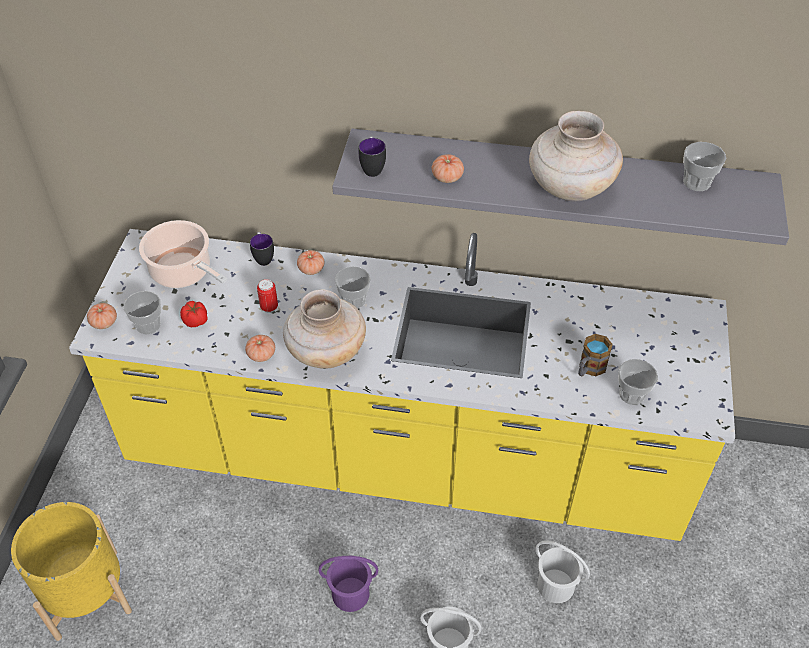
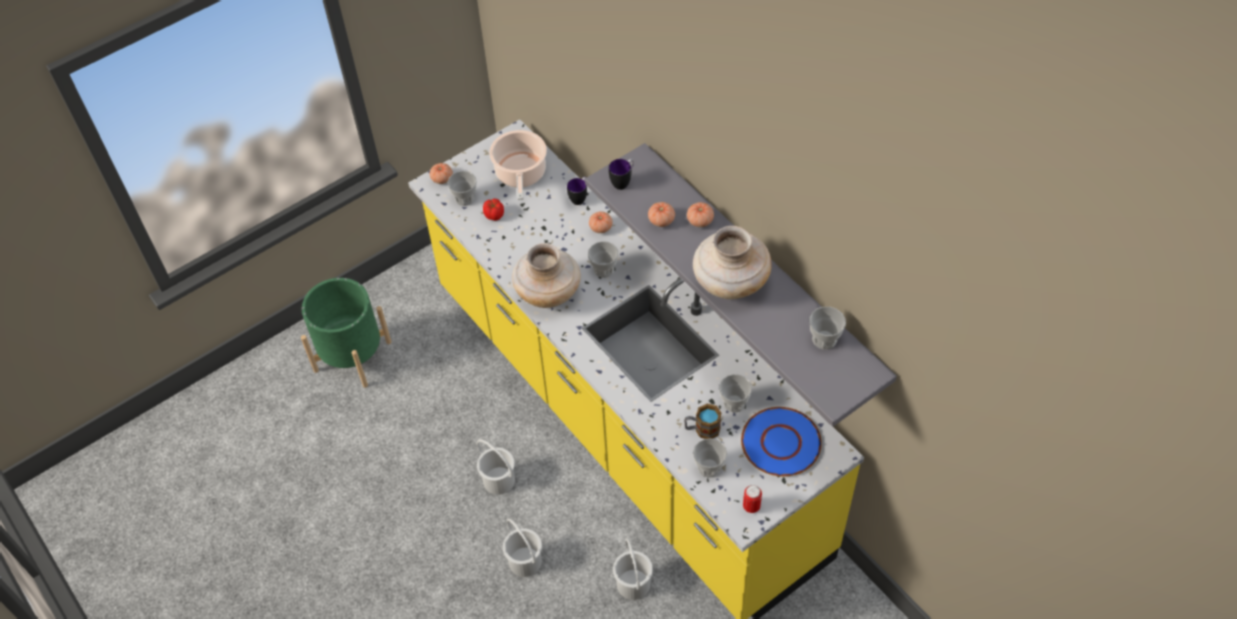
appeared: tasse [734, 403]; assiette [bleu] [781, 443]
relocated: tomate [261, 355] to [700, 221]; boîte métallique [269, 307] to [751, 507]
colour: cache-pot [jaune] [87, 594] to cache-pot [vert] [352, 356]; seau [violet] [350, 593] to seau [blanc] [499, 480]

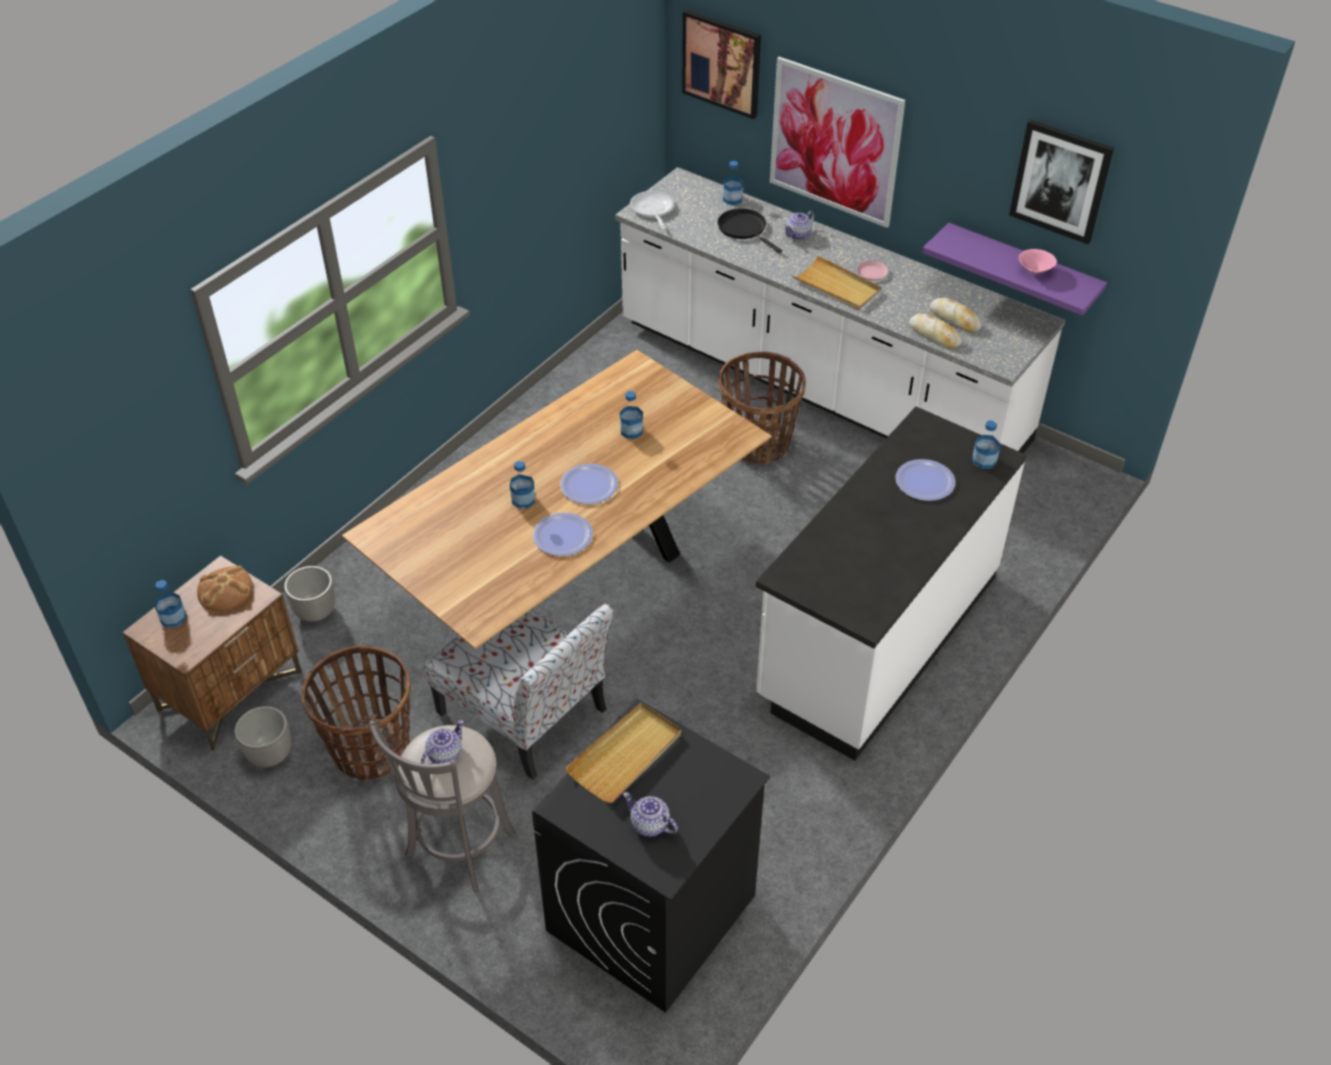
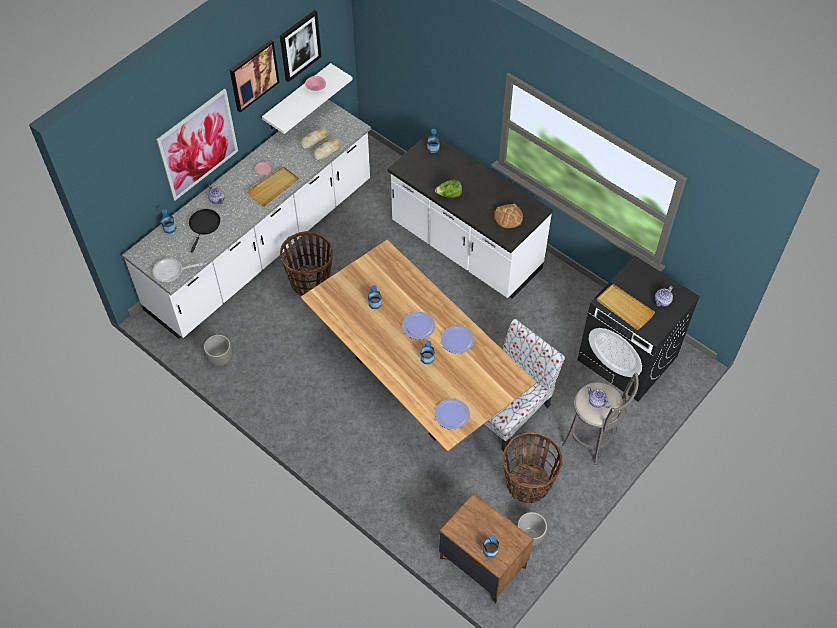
appeared: laitue [449, 195]
relocated: cache-pot [315, 612] to [220, 359]; tableau [722, 63] to [253, 75]; assiette [925, 481] to [452, 414]; pain [225, 590] to [508, 217]
colour: étagère [violet] [1022, 269] to étagère [blanc] [297, 98]
spun: poêle [noir] [744, 229] = [204, 225] 135 degrees clockwise

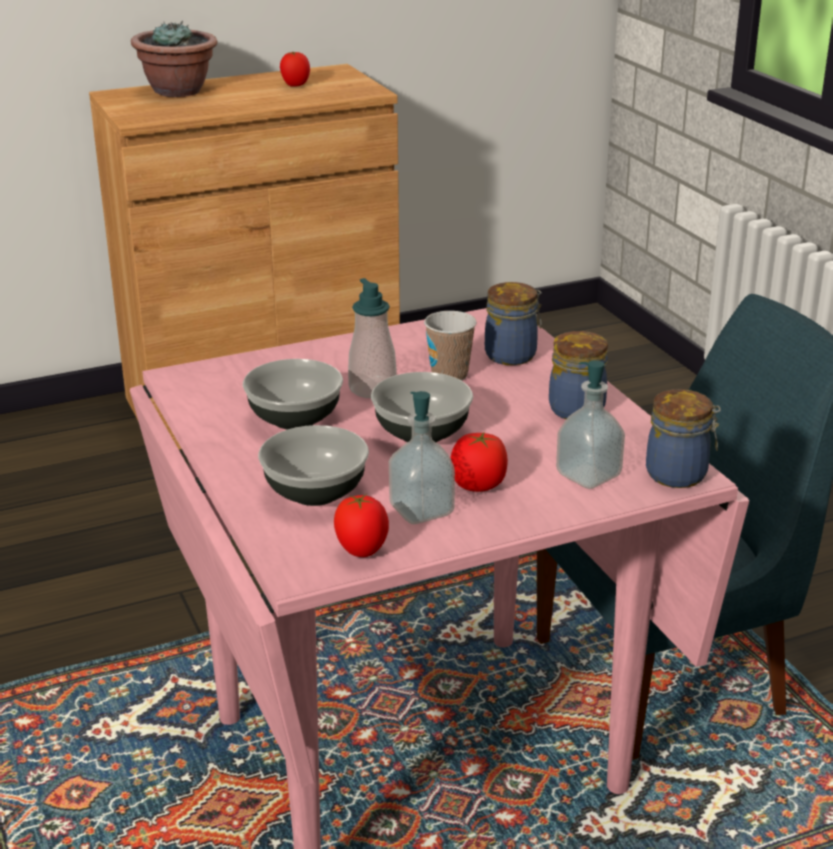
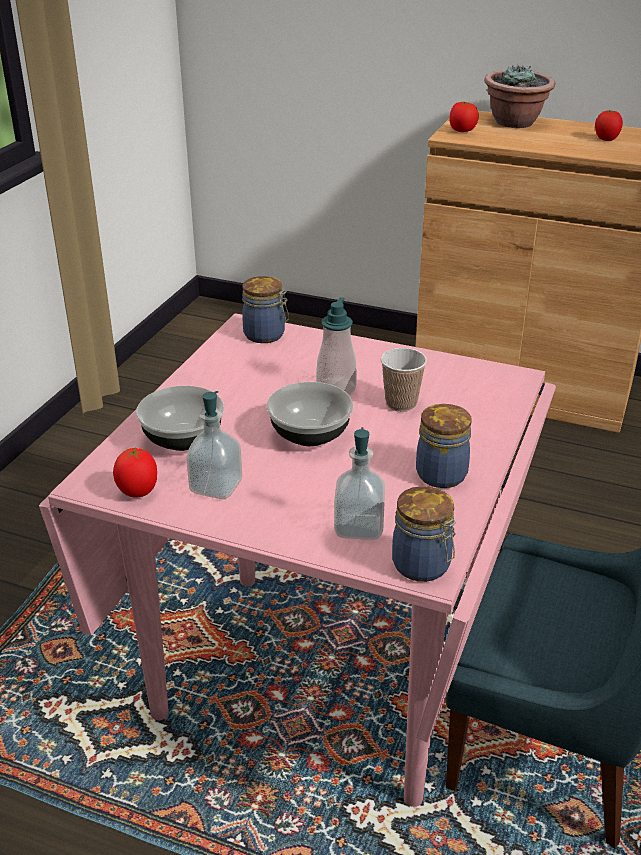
missing: bol [294, 419]
relocated: bocal [512, 355] to [266, 335]; tomate [478, 486] to [462, 131]

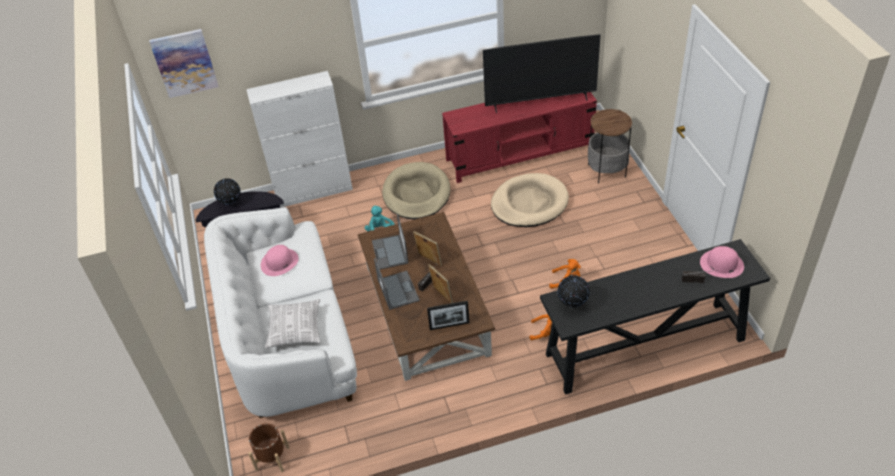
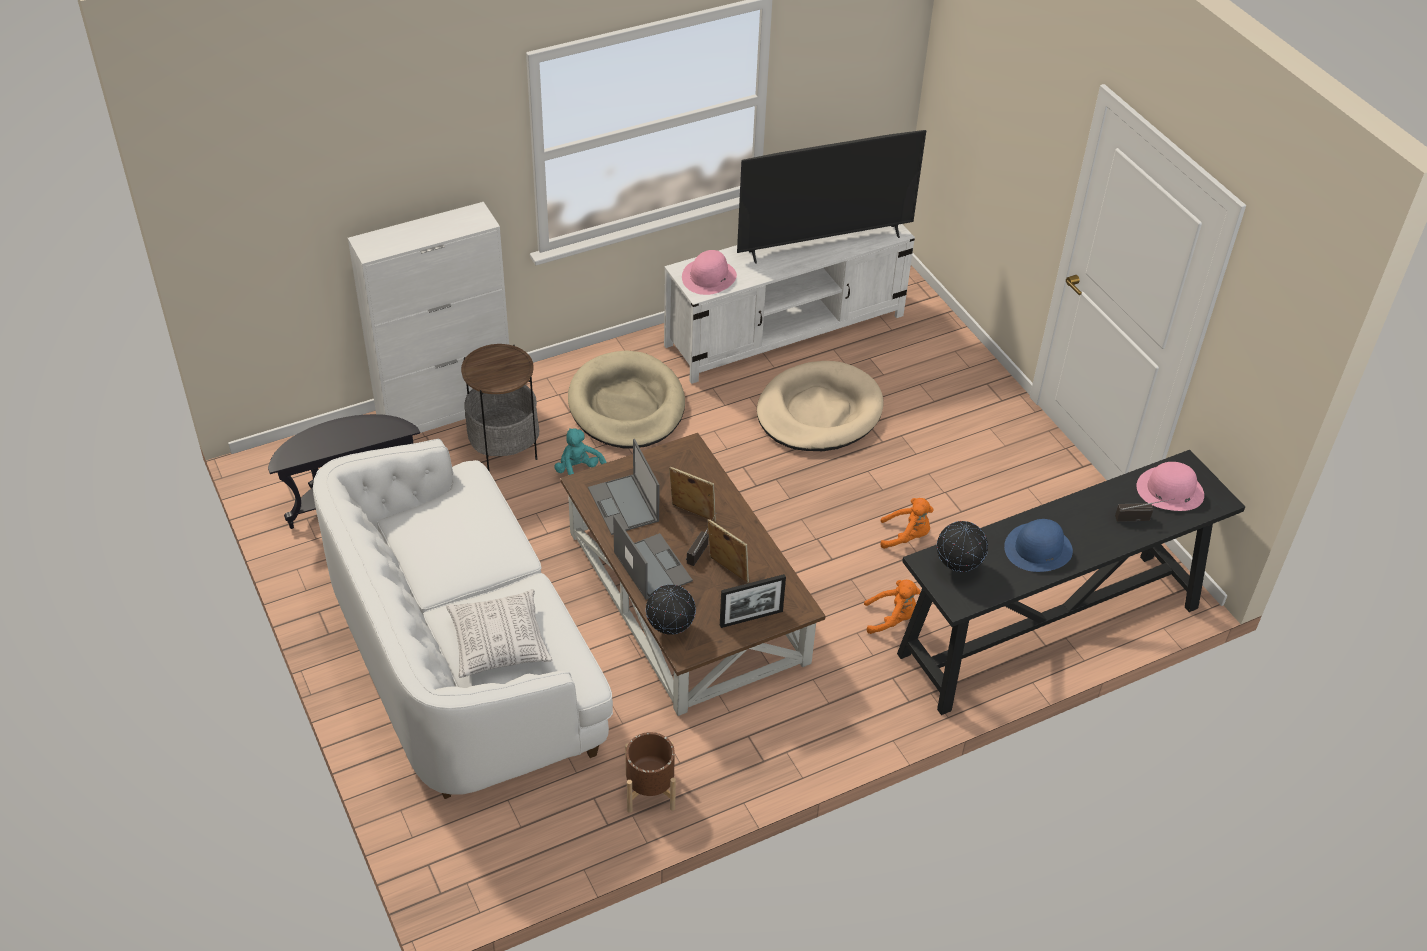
missing: tableau [184, 63]
appeared: chapeau [bleu] [1038, 548]
relocated: table d'appoint [606, 170] to [504, 449]; cache-pot [marron] [272, 458] to [650, 791]; globe [231, 203] to [670, 629]; chapeau [rose] [279, 262] to [709, 276]
colour: meuble télé [rouge] [520, 154] to meuble télé [blanc] [786, 330]

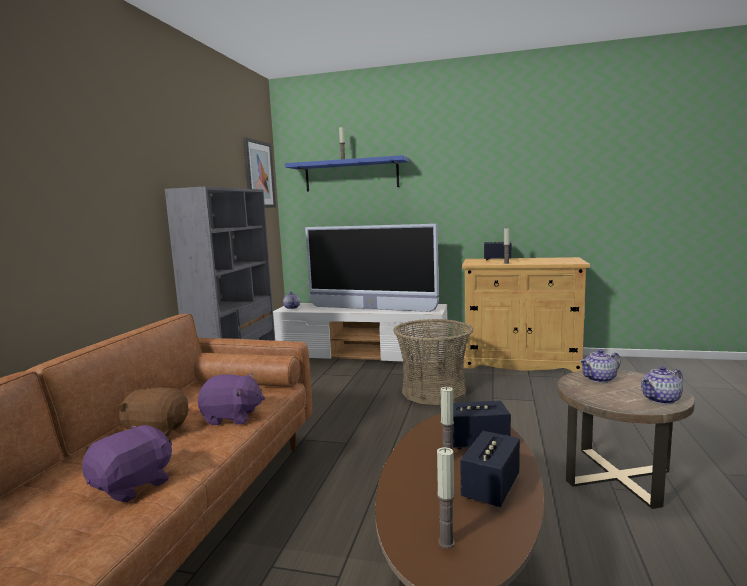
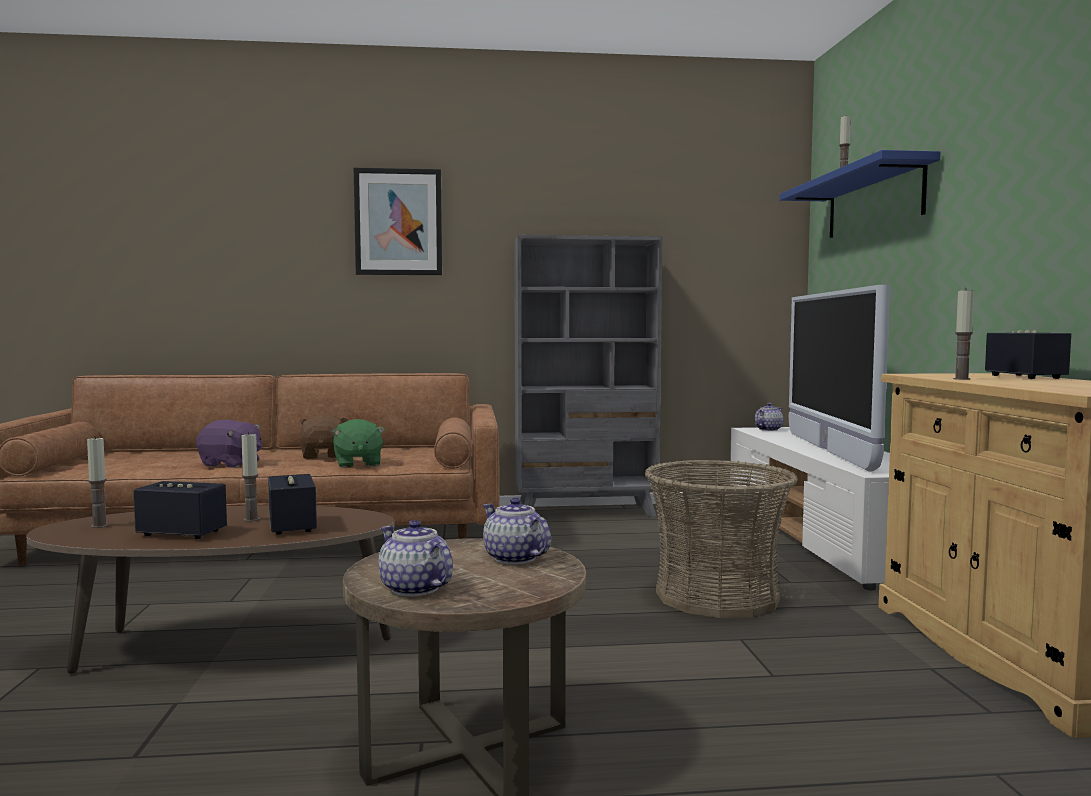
relocated: tableau [259, 174] to [398, 222]
colour: peluche [violet] [232, 417] to peluche [vert] [357, 464]

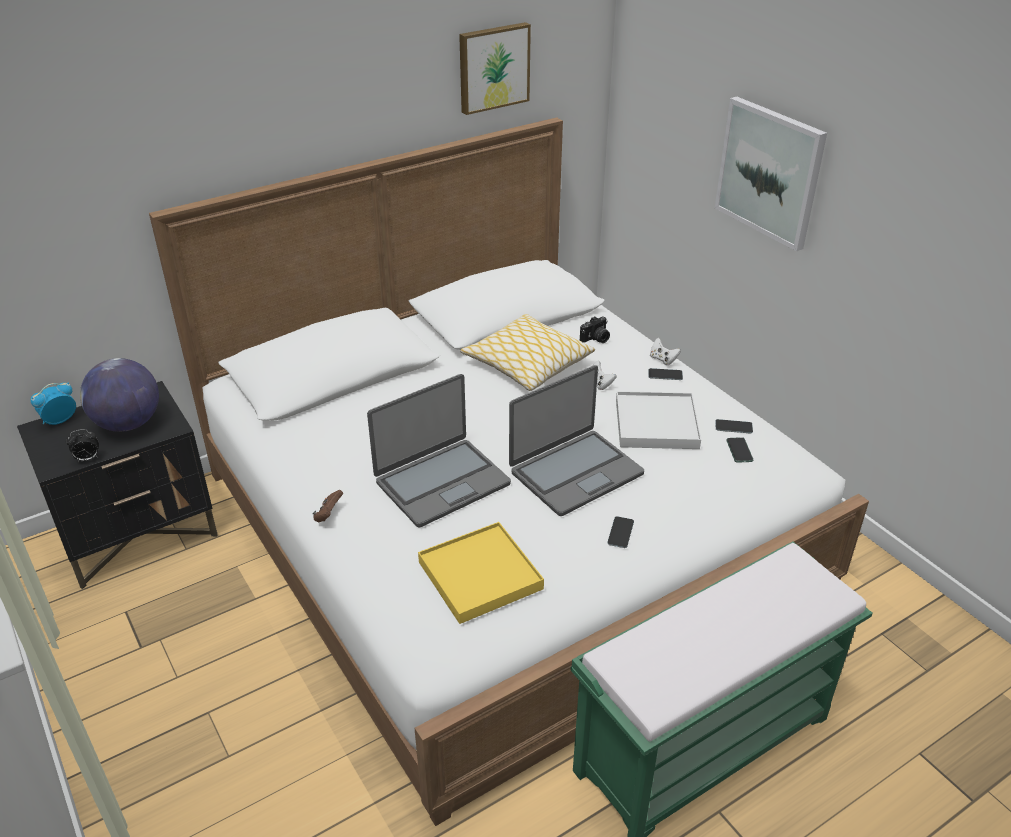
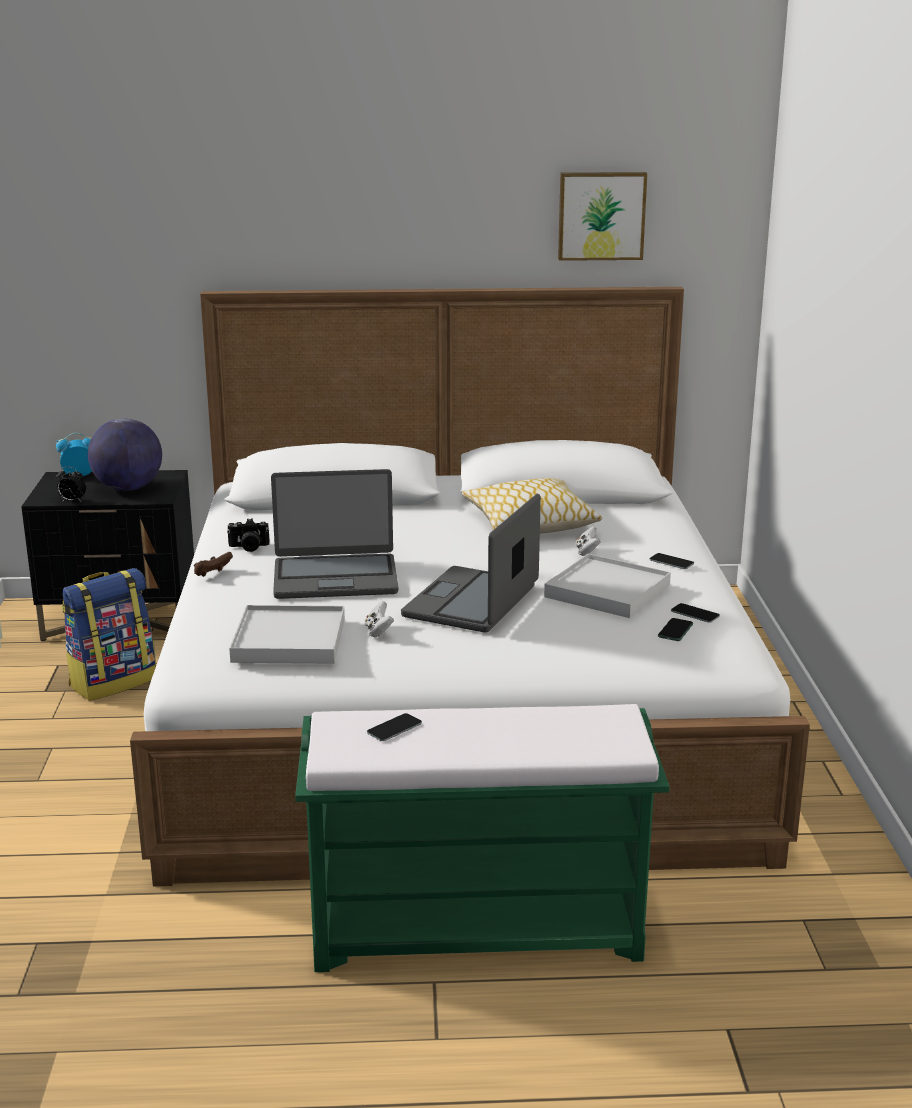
missing: tableau [770, 172]
appeared: sac à dos [113, 682]
relocated: appareil photo [596, 339] to [248, 547]; manette [blanc] [663, 359] to [378, 631]; téléphone [620, 532] to [394, 728]
colour: plateau [jaune] [480, 575] to plateau [blanc] [289, 640]
spun: ordinateur portable [575, 472] = [472, 602] 120 degrees clockwise

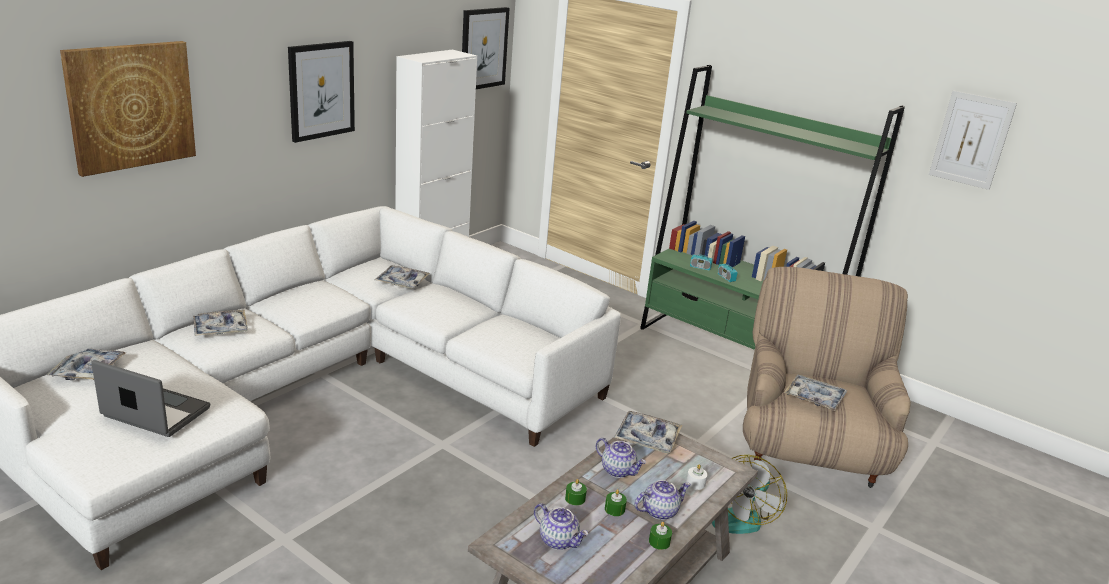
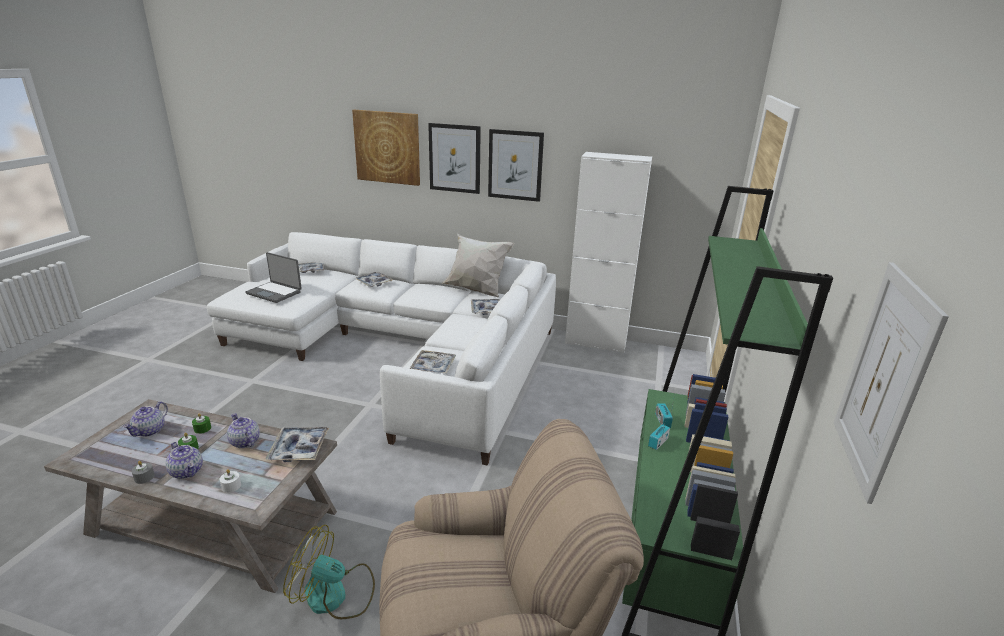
appeared: coussin [blanc] [476, 290]
relocated: plateau [814, 398] to [433, 366]; tableau [483, 48] to [455, 158]
colour: bougie [vert] [659, 542] to bougie [gris] [144, 477]
spun: théière [618, 470] = [244, 442] 120 degrees clockwise; ordinateur portable [155, 413] = [275, 292] 120 degrees clockwise

